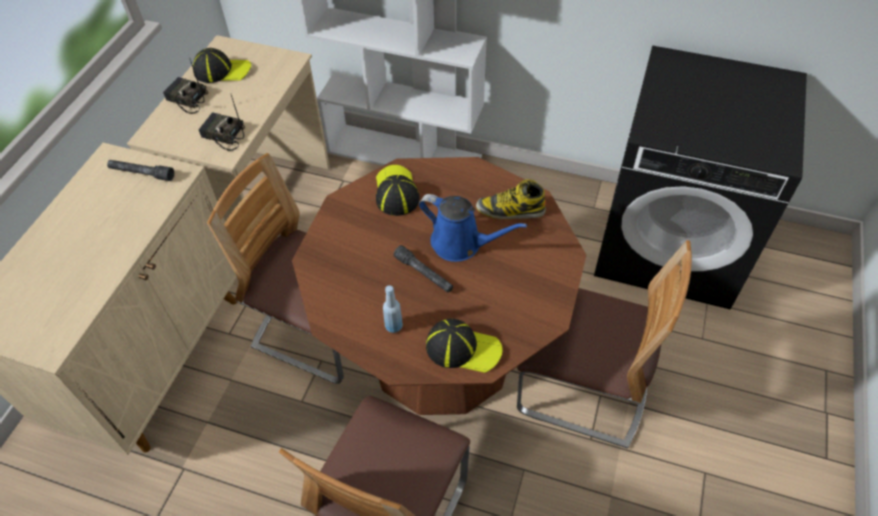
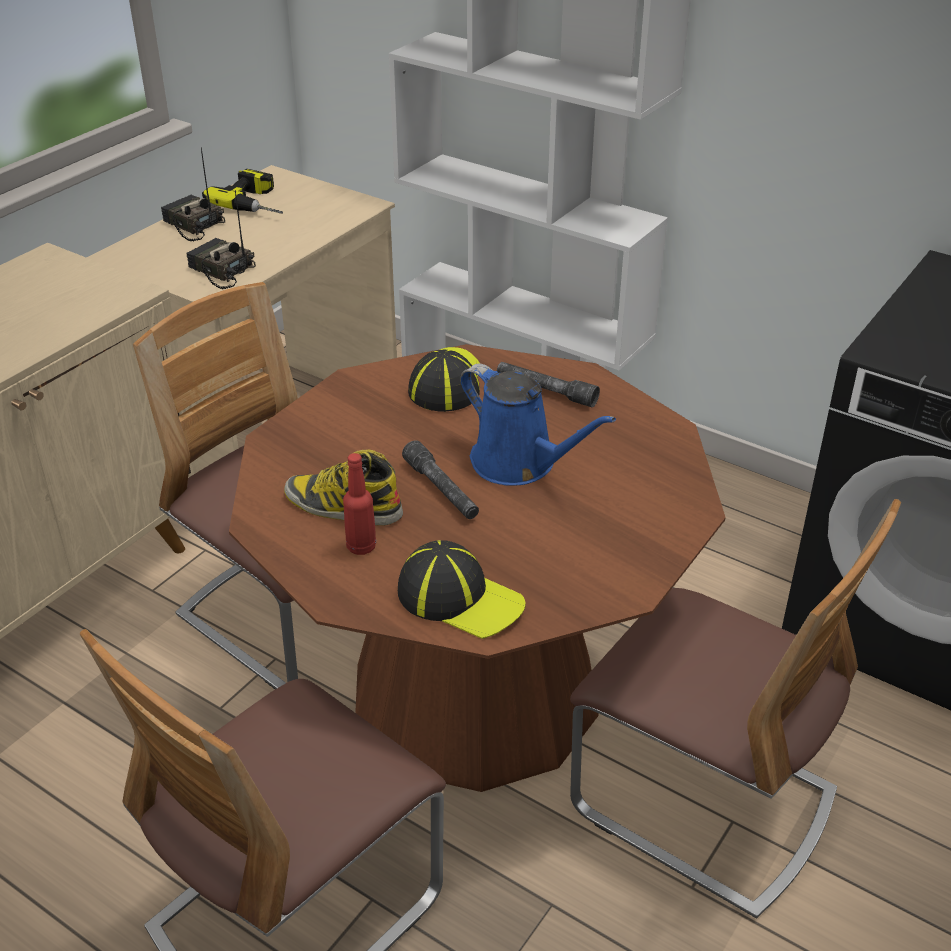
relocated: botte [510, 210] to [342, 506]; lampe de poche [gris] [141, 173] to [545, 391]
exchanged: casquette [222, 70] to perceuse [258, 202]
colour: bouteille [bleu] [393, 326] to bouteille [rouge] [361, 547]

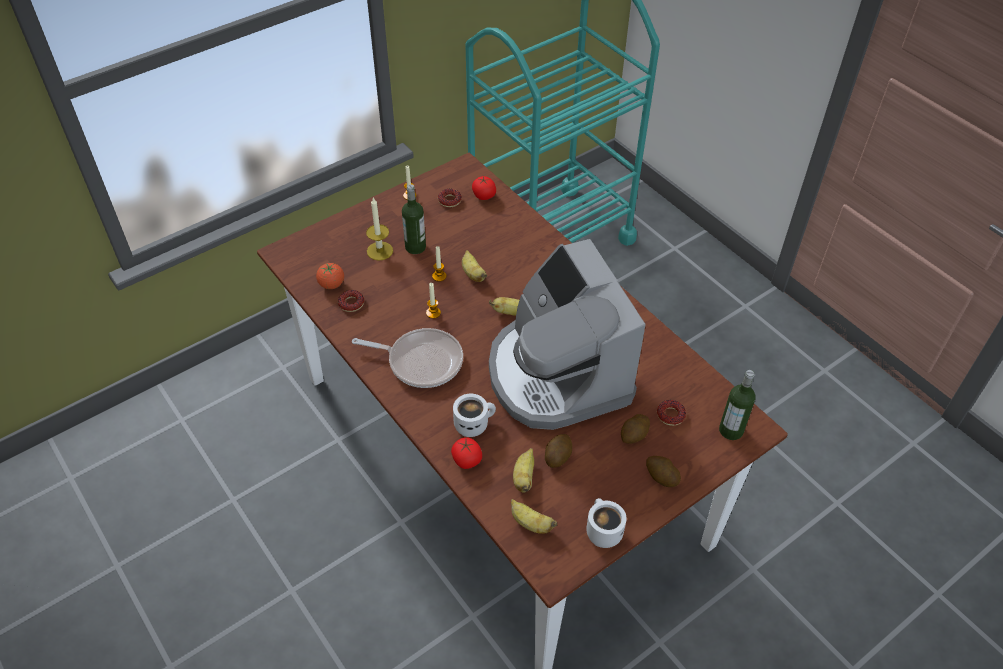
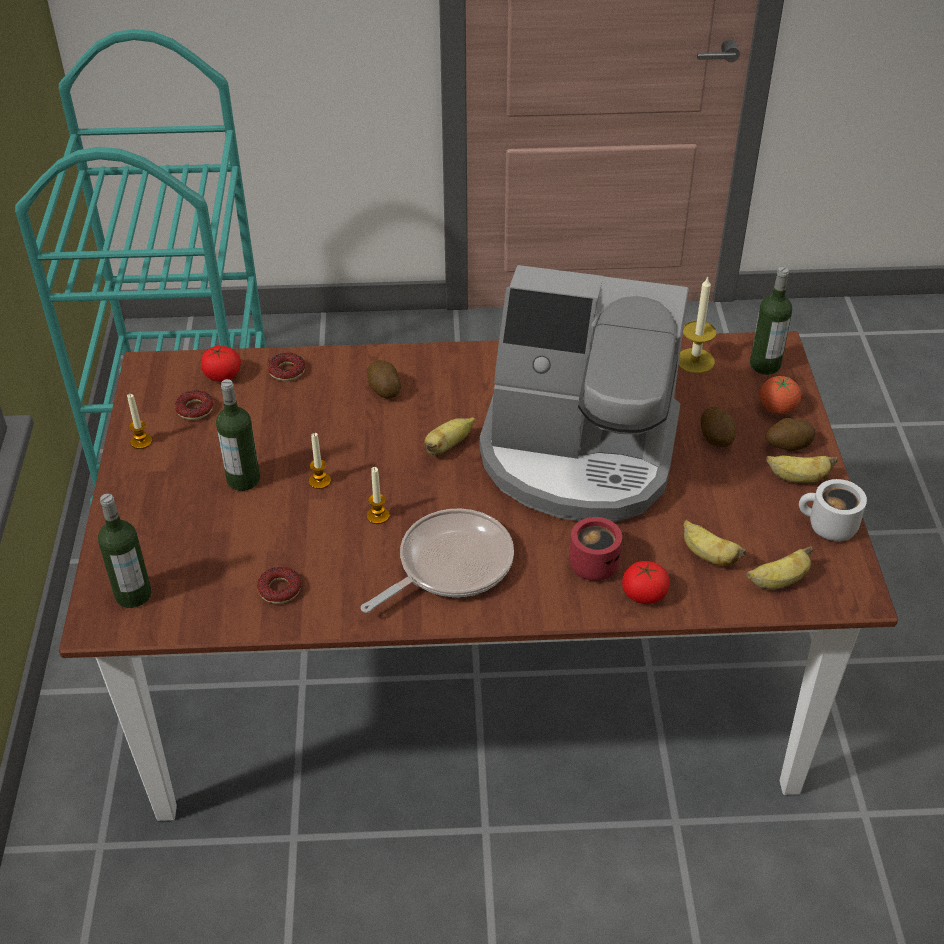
appeared: bouteille [133, 594]
relocated: beignet [670, 415] to [287, 371]; pomme de terre [557, 456] to [384, 389]; bougie [380, 251] to [695, 361]; tomate [331, 284] to [777, 409]; banane [473, 274] to [797, 478]
colour: mug [blanc] [473, 423] to mug [rouge] [592, 562]

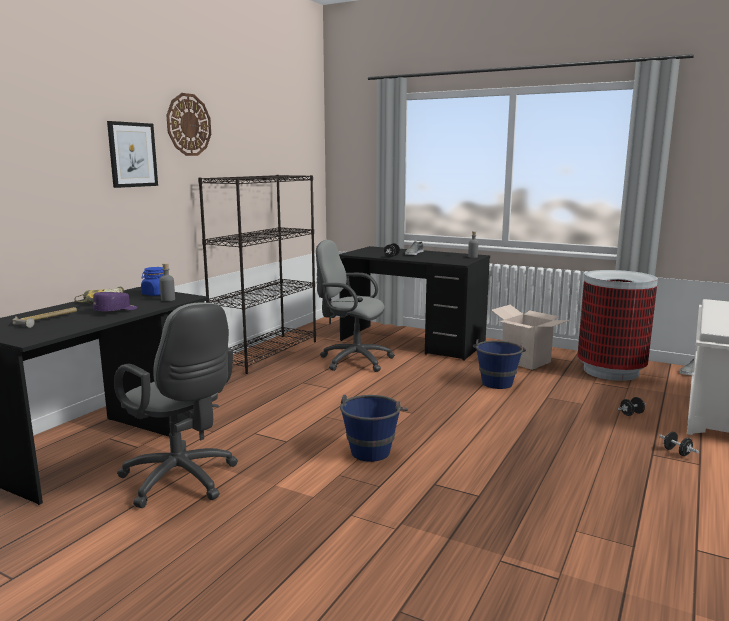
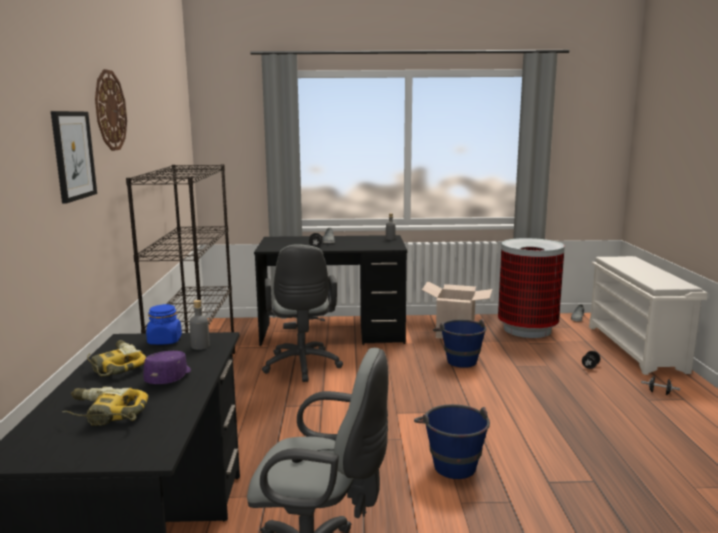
exchanged: marteau [47, 320] to perceuse [103, 415]
spun: chaise de bureau [gris] [352, 360] = [302, 367] 90 degrees counterclockwise

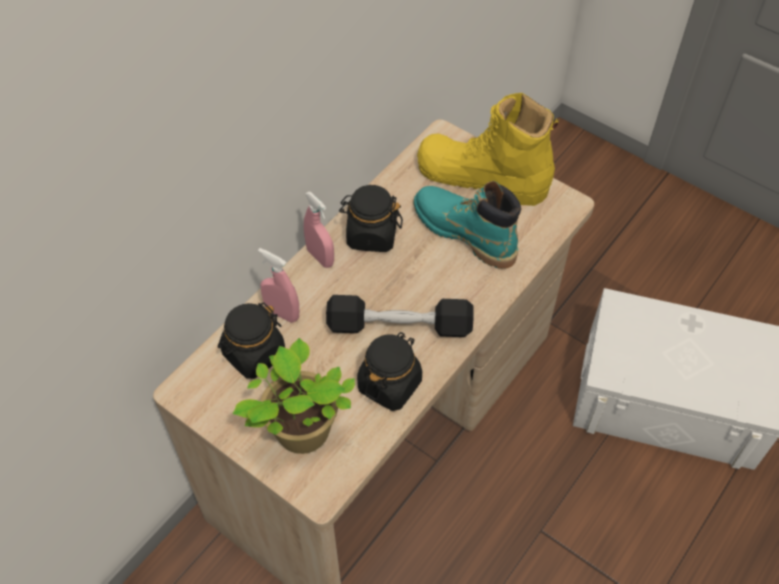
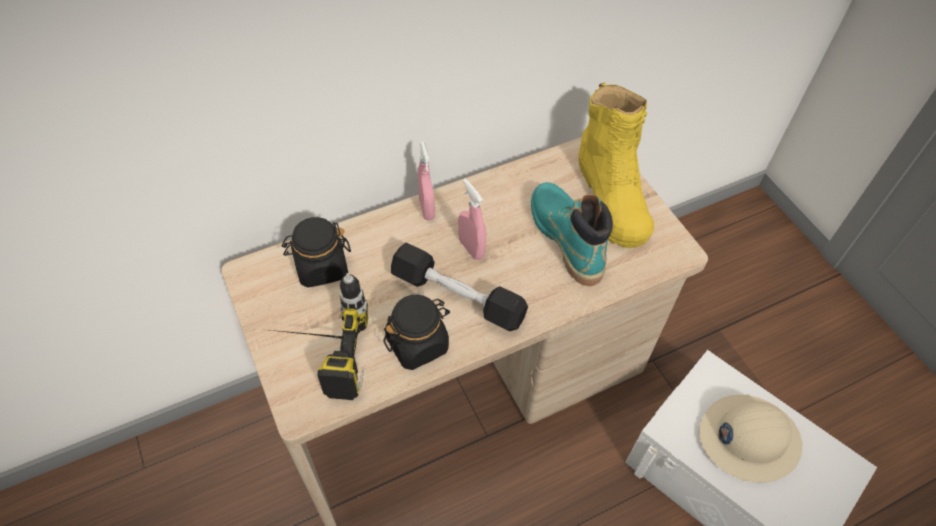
missing: bocal [noir] [371, 235]
appeared: casque de chantier [beige] [748, 438]
relocated: vaporisateur [rose] [282, 313] to [471, 248]
exchanged: plante en pot [300, 434] to perceuse [316, 352]
spun: botte [jaune] [482, 178] = [611, 197] 150 degrees counterclockwise

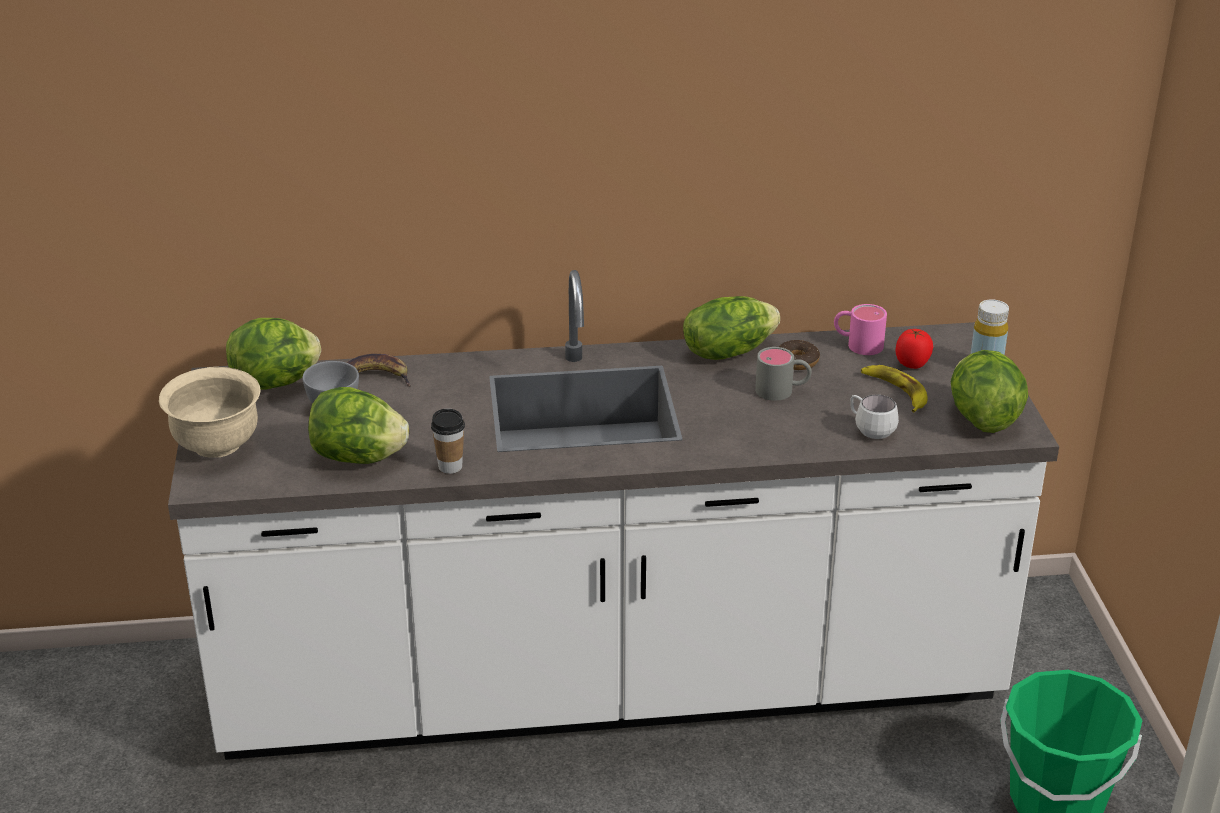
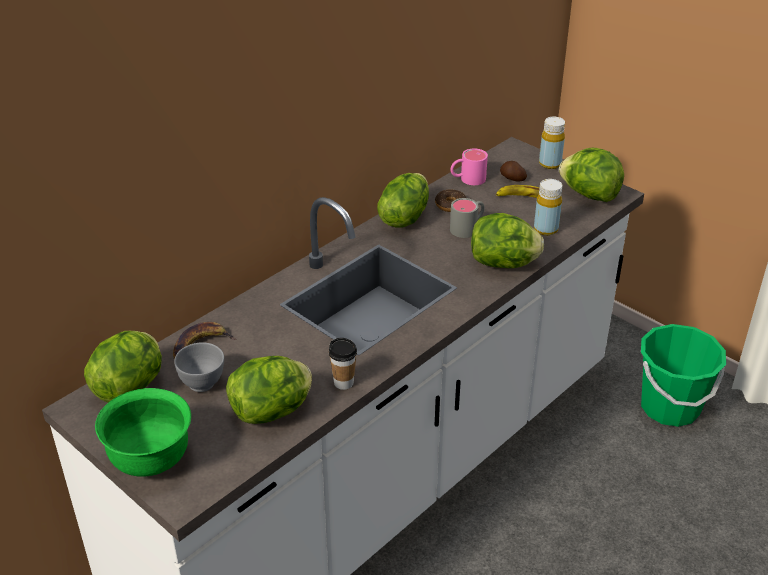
appeared: laitue [503, 264]
exchanged: tomate [912, 364] to pomme de terre [512, 178]; mug [blanc] [869, 430] to bouteille [jaune] [546, 229]
colour: bol [beige] [217, 445] to bol [vert] [151, 460]

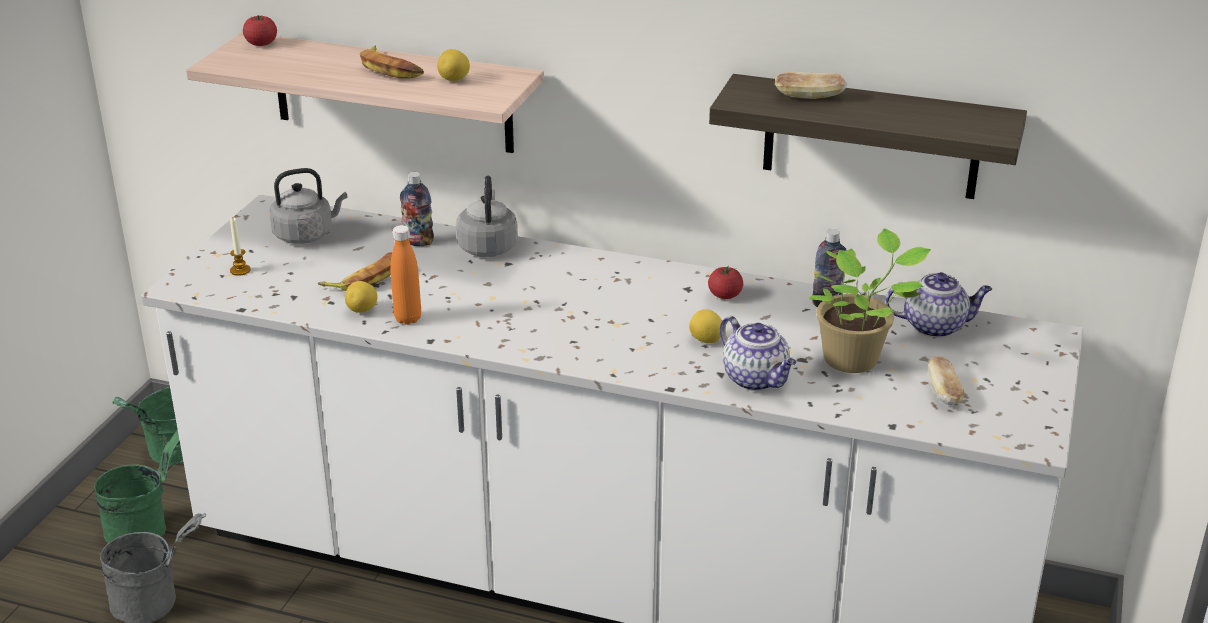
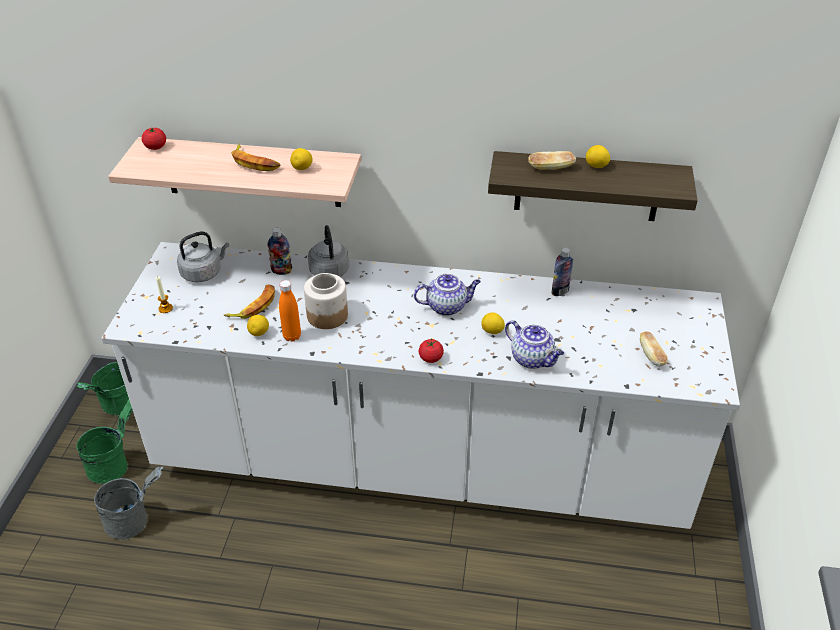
missing: plante en pot [855, 359]
appeared: bocal [327, 316]; citron [596, 166]
relocated: théière [935, 326] to [447, 306]; tomate [725, 295] to [431, 358]

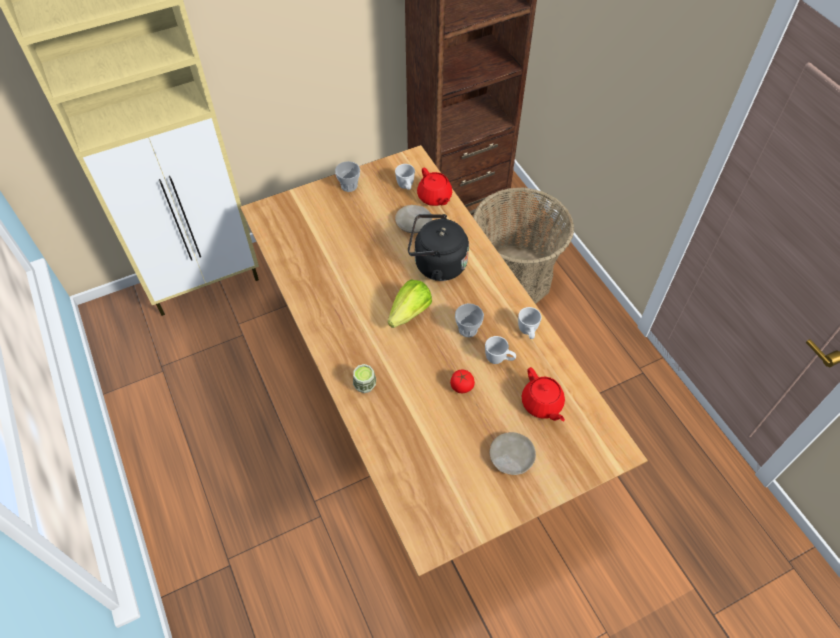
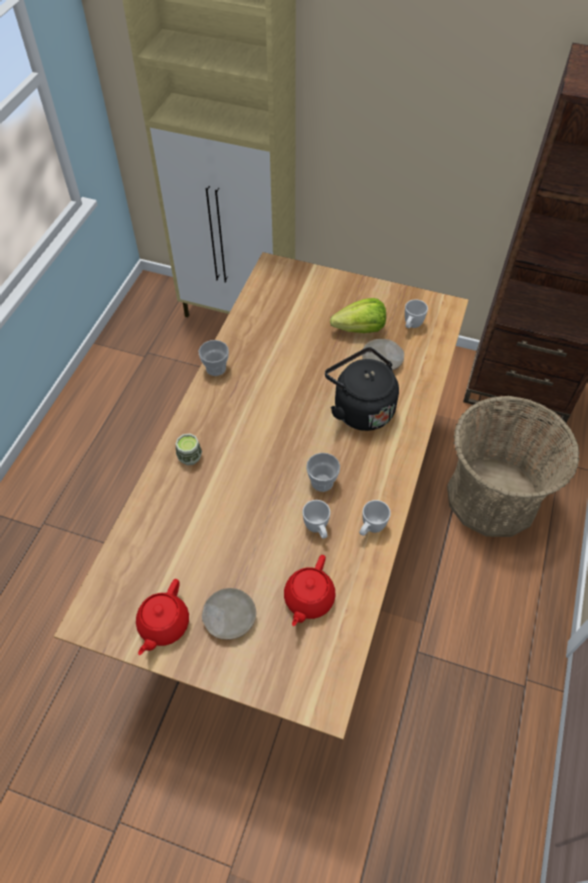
missing: tomate [461, 386]
relocated: théière [rouge] [434, 197] to [163, 625]; tasse [349, 186] to [216, 368]; laitue [410, 313] to [360, 329]

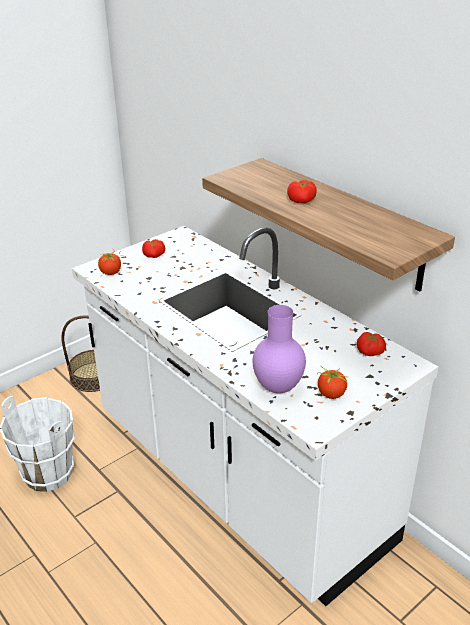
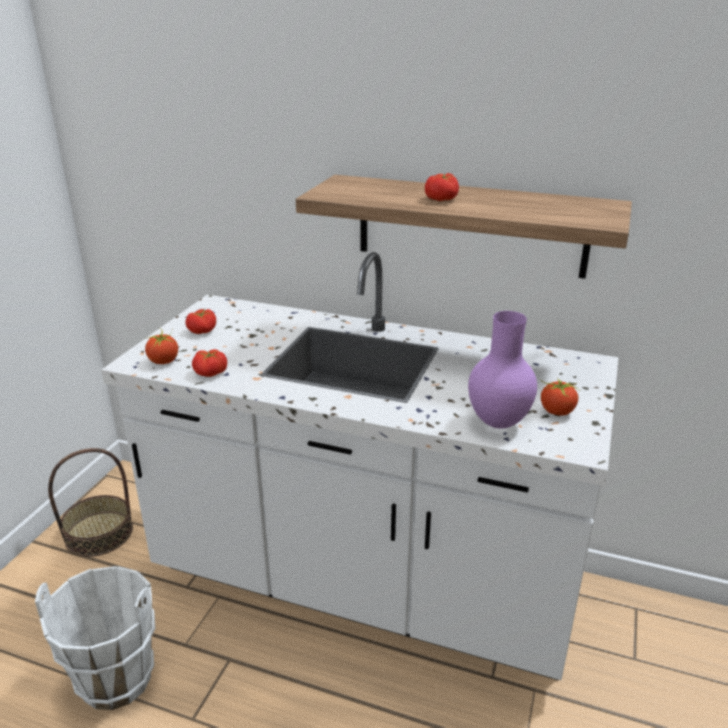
relocated: tomate [370, 352] to [210, 373]

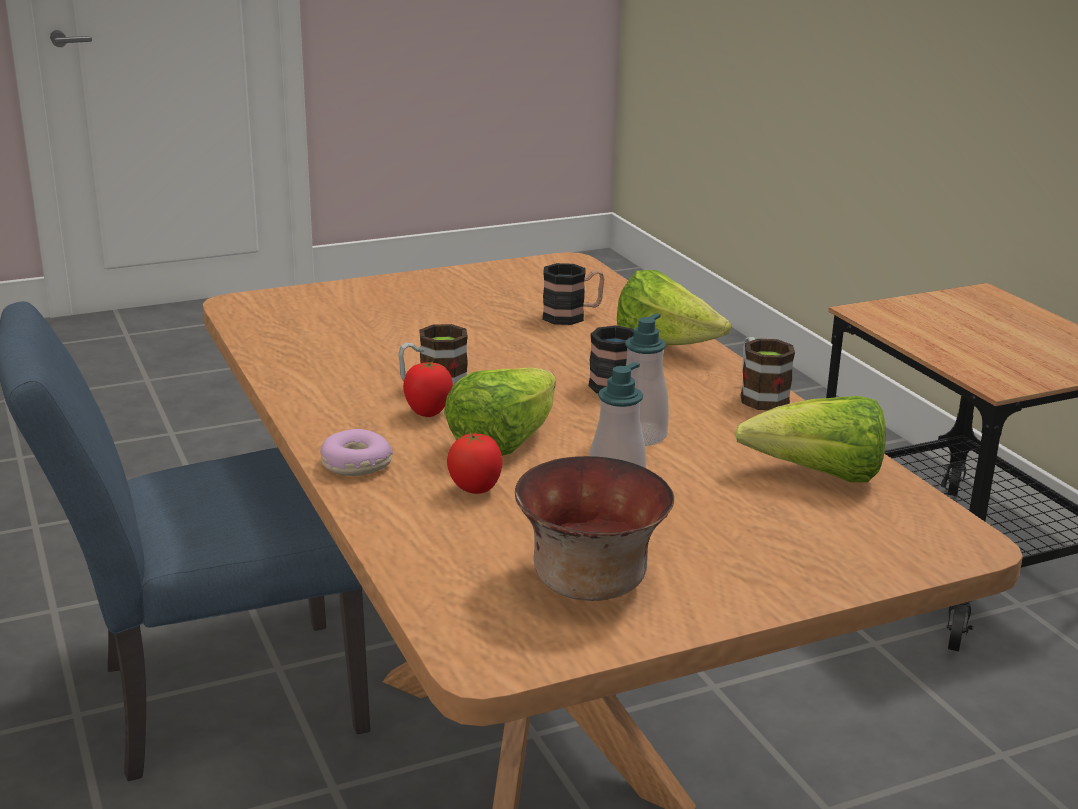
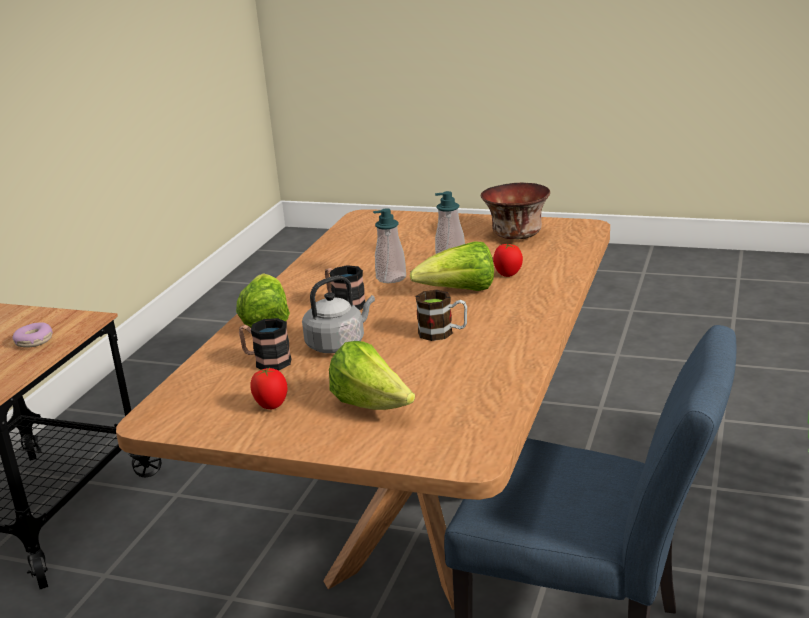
missing: mug [759, 395]
appeared: bouilloire [gris] [338, 344]
relocated: beignet [355, 464] to [34, 341]; tomate [428, 413] to [272, 406]; laitue [818, 476] to [372, 405]

